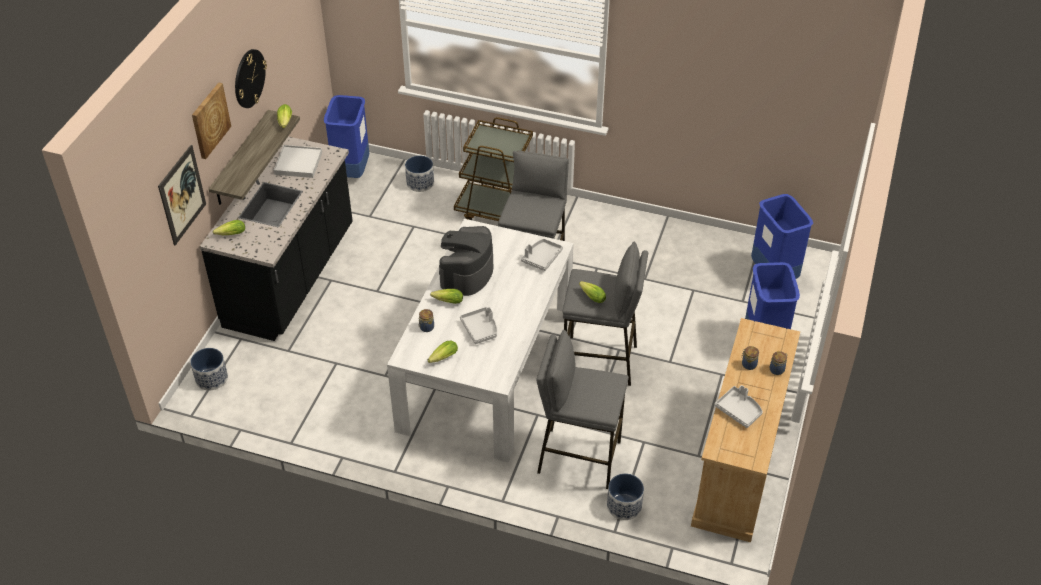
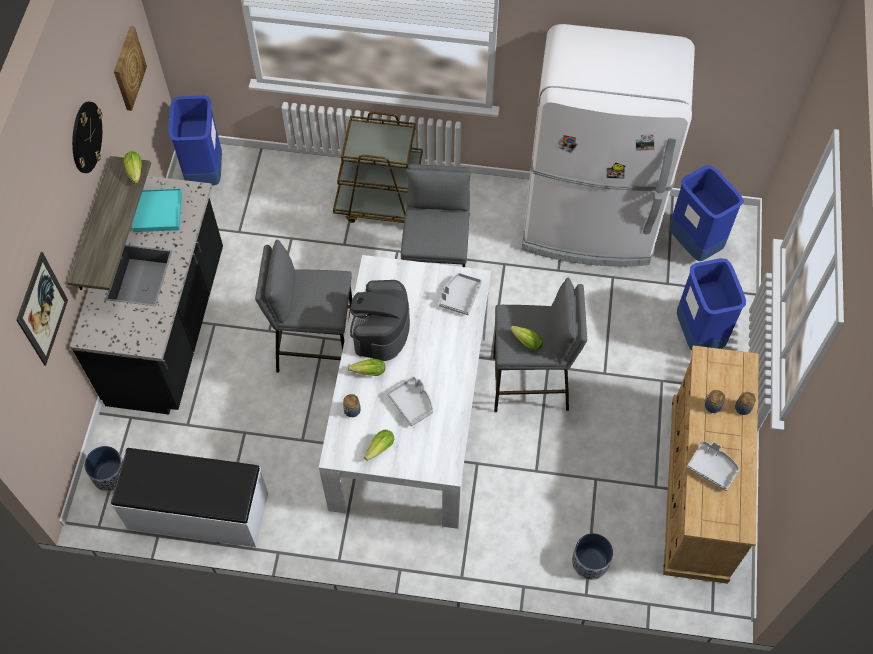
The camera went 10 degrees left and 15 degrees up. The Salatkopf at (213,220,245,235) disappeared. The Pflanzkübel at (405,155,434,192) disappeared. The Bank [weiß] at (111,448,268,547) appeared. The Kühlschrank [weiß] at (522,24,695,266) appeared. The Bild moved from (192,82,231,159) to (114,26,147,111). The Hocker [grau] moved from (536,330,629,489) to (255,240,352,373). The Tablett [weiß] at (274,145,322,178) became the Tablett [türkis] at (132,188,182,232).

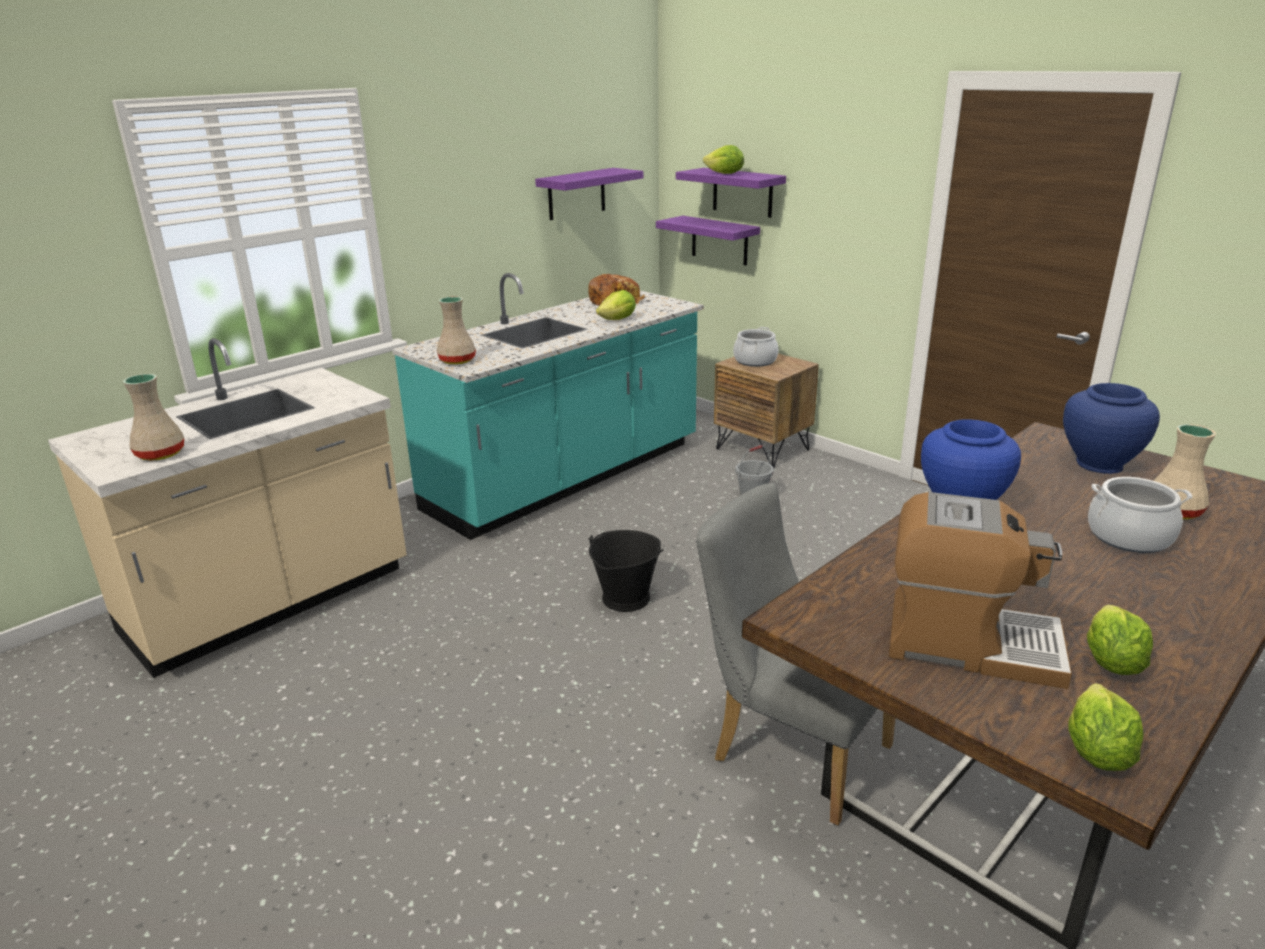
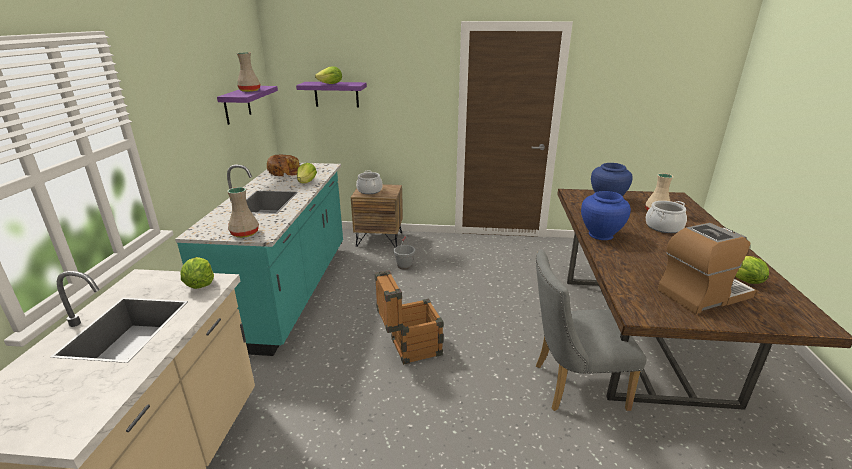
The camera went 40 degrees left and 0 degrees up. The Wandregal [lila] at (656,216,760,265) disappeared. The Vase [beige] moved from (123,374,184,461) to (237,52,260,92). The Salatkopf moved from (1068,683,1144,771) to (181,257,214,289). The Eimer [schwarz] at (589,530,663,612) was replaced by the Kiste at (375,270,444,365).

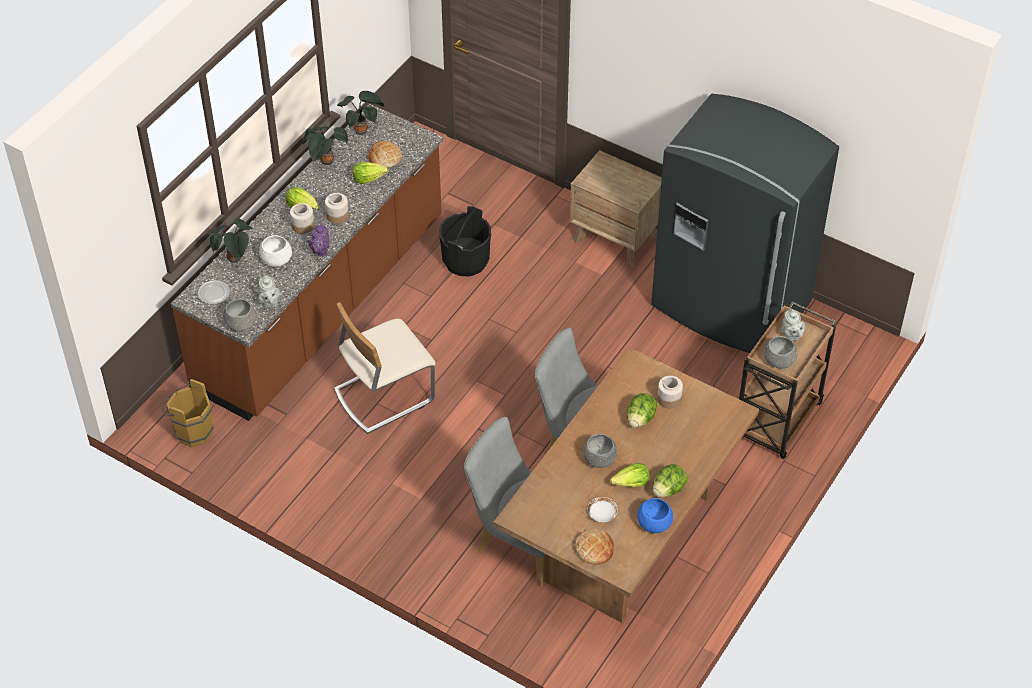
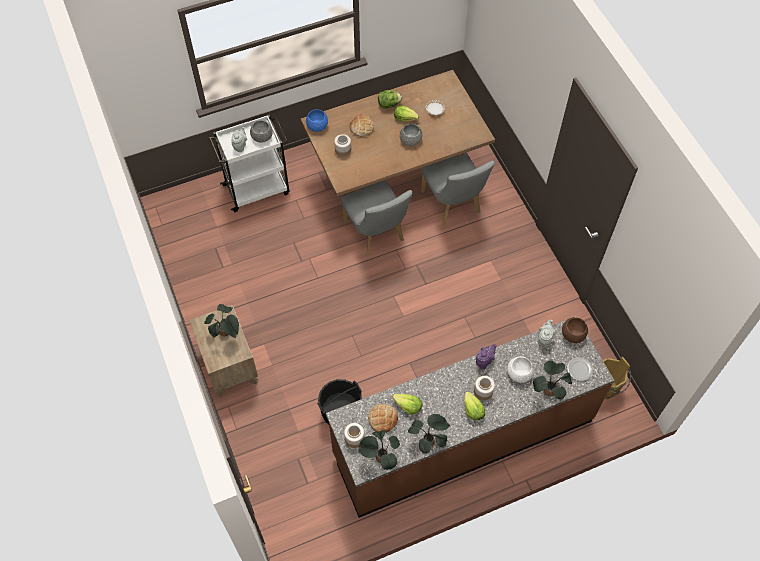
The camera went 145 degrees left and 10 degrees up. The Stuhl [beige] at (334,302,436,434) disappeared. The Salatkopf at (627,393,658,428) disappeared. The Kühlschrank [grau] at (651,94,839,353) disappeared. The Topfpflanze at (204,304,239,338) appeared. The Vorratsglas moved from (325,193,349,224) to (344,423,364,448). The Brot moved from (575,529,614,565) to (350,115,374,136). The Schüssel [blau] moved from (637,498,673,533) to (306,109,328,132). The Schüssel [grau] at (223,299,257,331) became the Schüssel [braun] at (562,317,588,343). The Rollwagen [braun] at (739,302,836,459) became the Rollwagen [weiß] at (209,115,290,212).

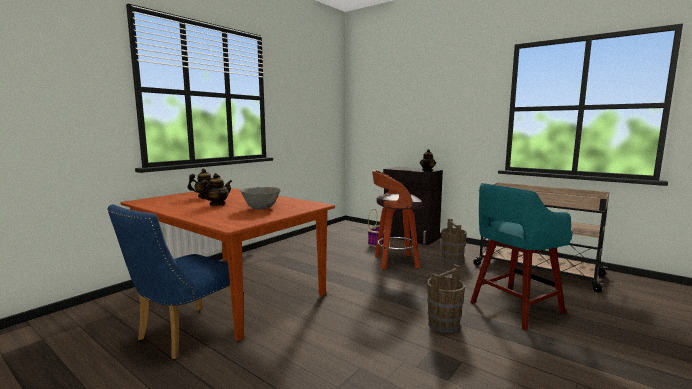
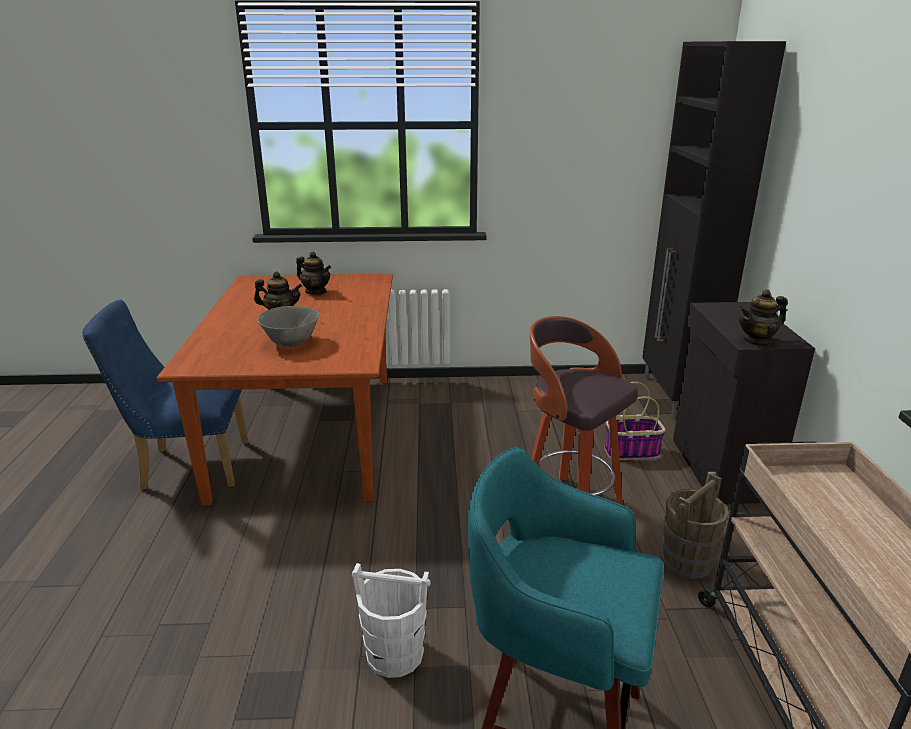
The camera went 50 degrees right and 15 degrees up. The Schrank [schwarz] at (642,41,786,420) appeared. The Eimer [braun] at (427,264,465,333) became the Eimer [weiß] at (352,563,431,678).

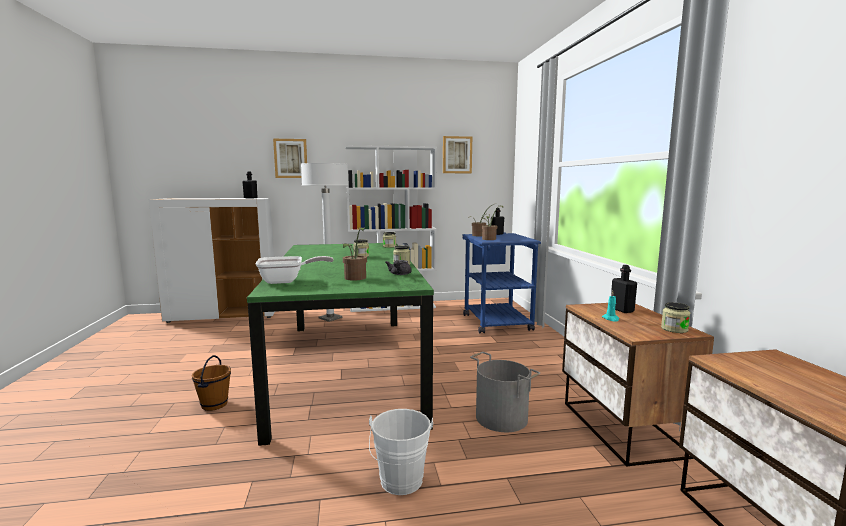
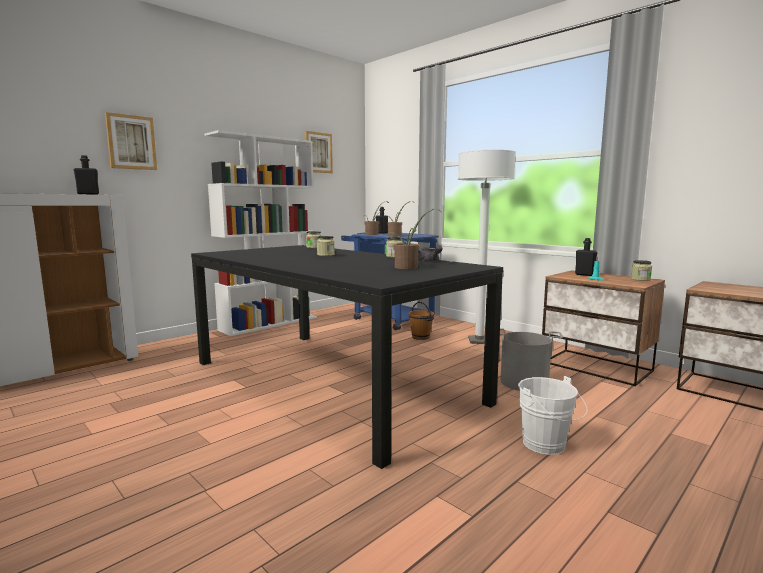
The camera went 35 degrees left and 0 degrees up. The Pfanne at (255,256,334,284) disappeared. The Eimer [braun] moved from (192,355,231,411) to (409,302,434,340). The Stehlampe [weiß] moved from (301,163,348,322) to (458,150,516,344). The Esstisch [grün] at (247,243,434,446) became the Esstisch [schwarz] at (191,245,503,469).

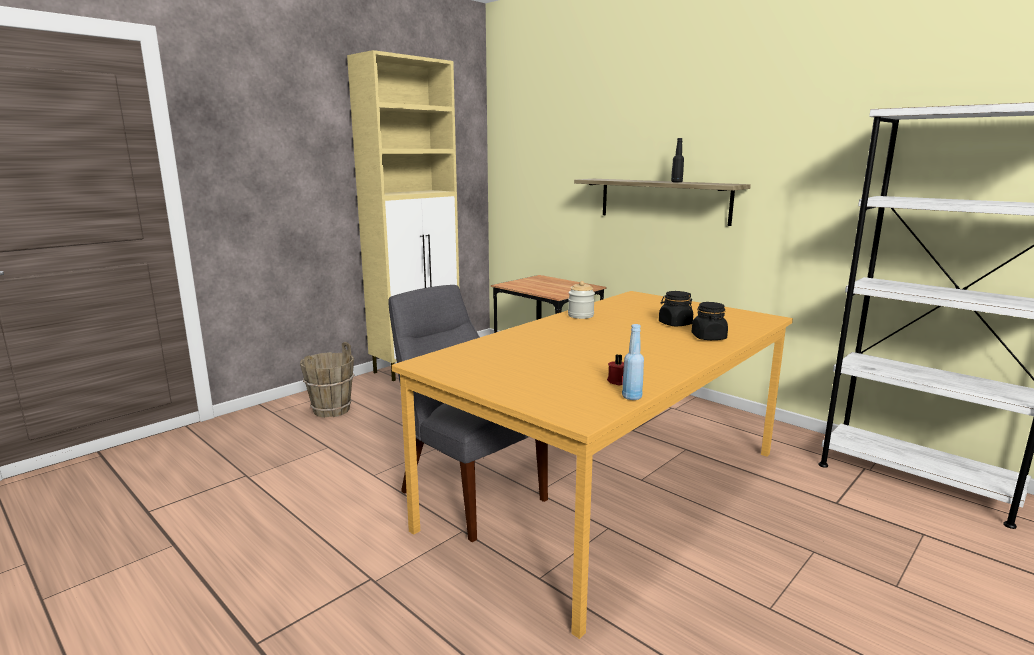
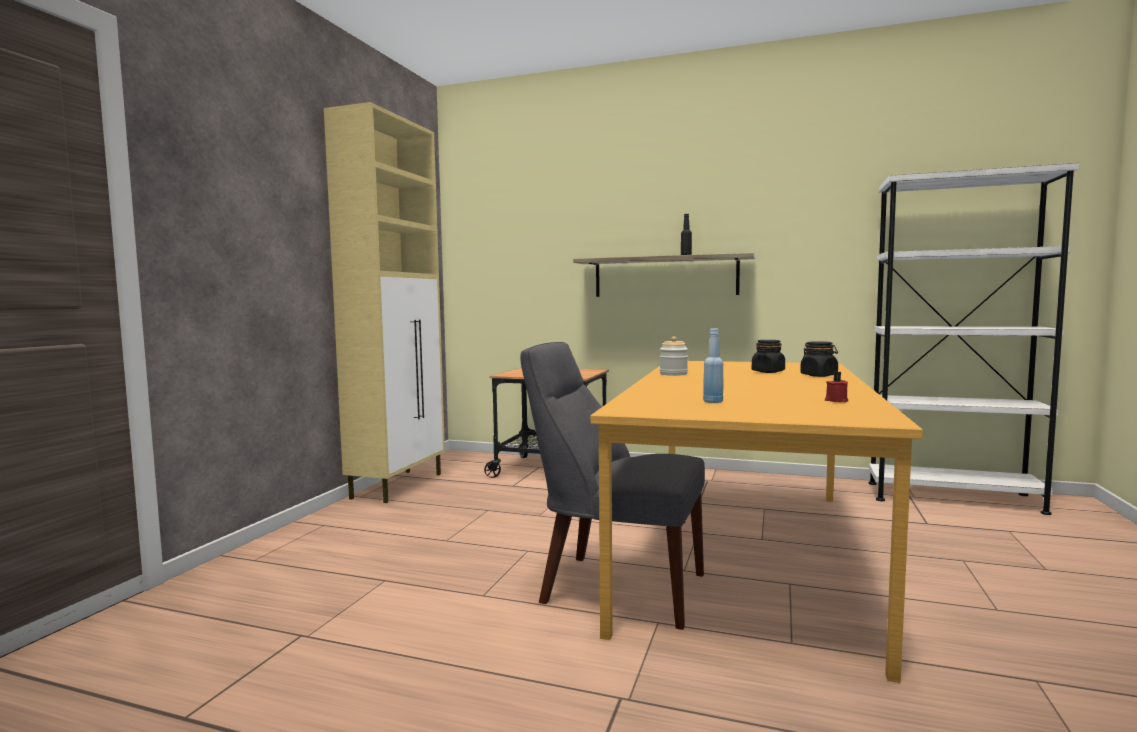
The camera went 25 degrees left and 10 degrees down. The Eimer [braun] at (300,342,354,418) disappeared. The Flasche [blau] moved from (622,324,644,400) to (703,329,723,403).

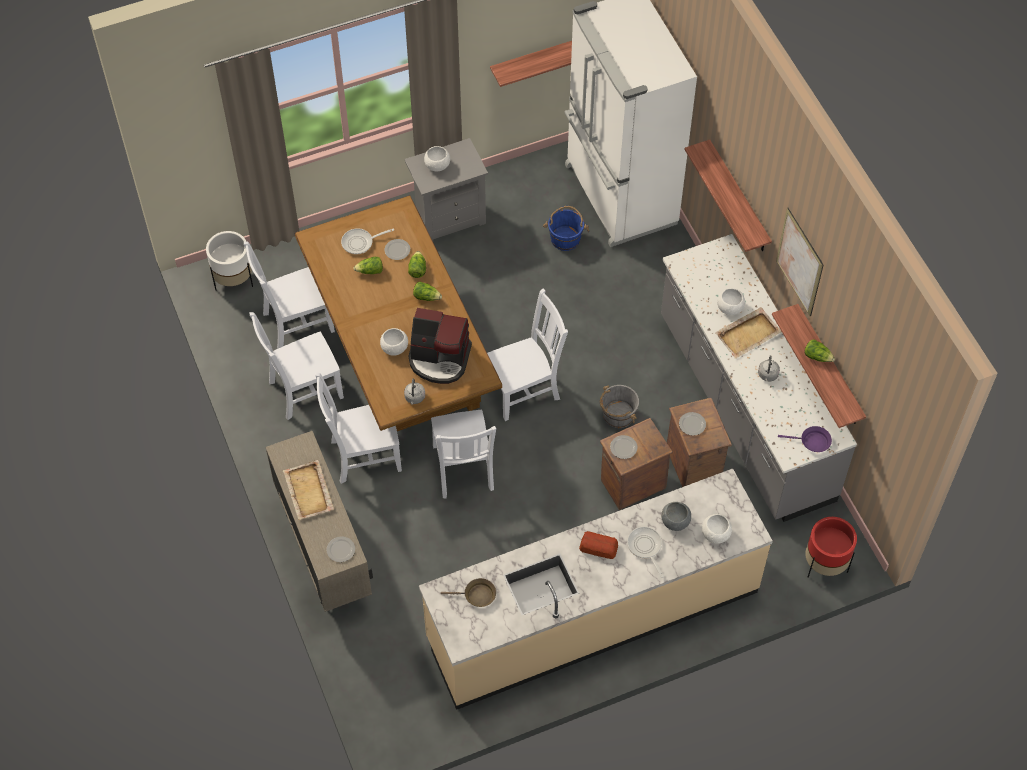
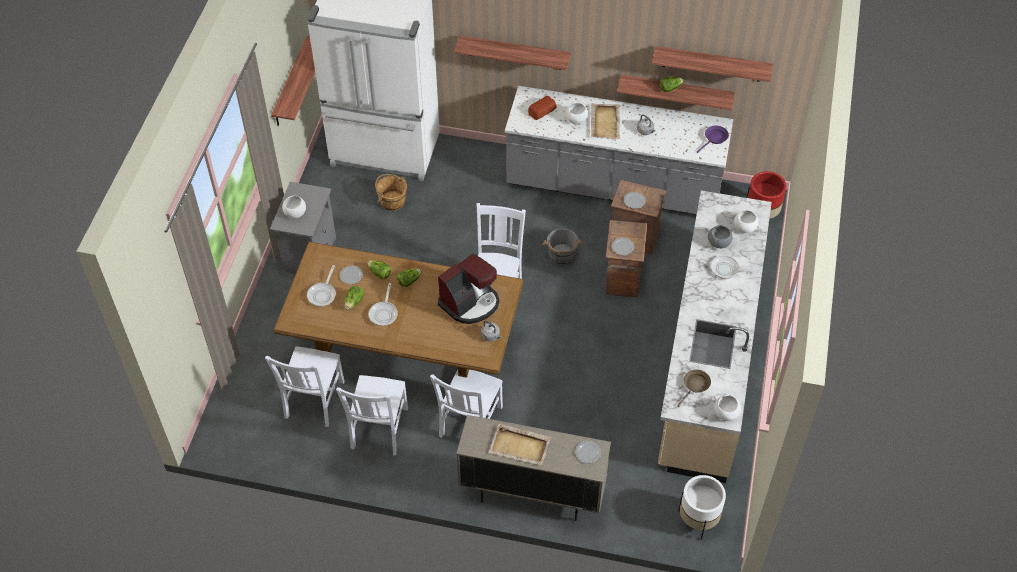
The camera went 55 degrees left and 5 degrees down. The Stuhl [weiß] at (431,410,496,498) disappeared. The Bild at (776,208,824,316) disappeared. The Pfanne at (369,283,398,326) appeared. The Wandregal at (652,46,773,82) appeared. The Pflanzkübel [weiß] moved from (206,231,253,291) to (679,475,726,540). The Schüssel [weiß] moved from (380,328,408,356) to (714,395,741,421). The Brot moved from (579,531,618,559) to (528,96,557,120). The Eimer [blau] at (543,206,590,251) became the Eimer [braun] at (375,174,407,211).

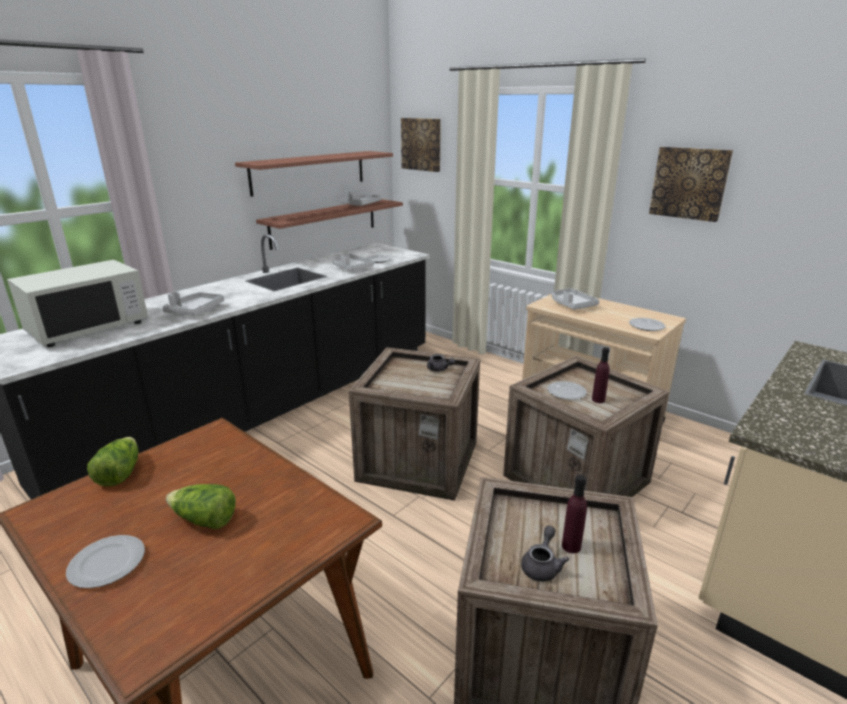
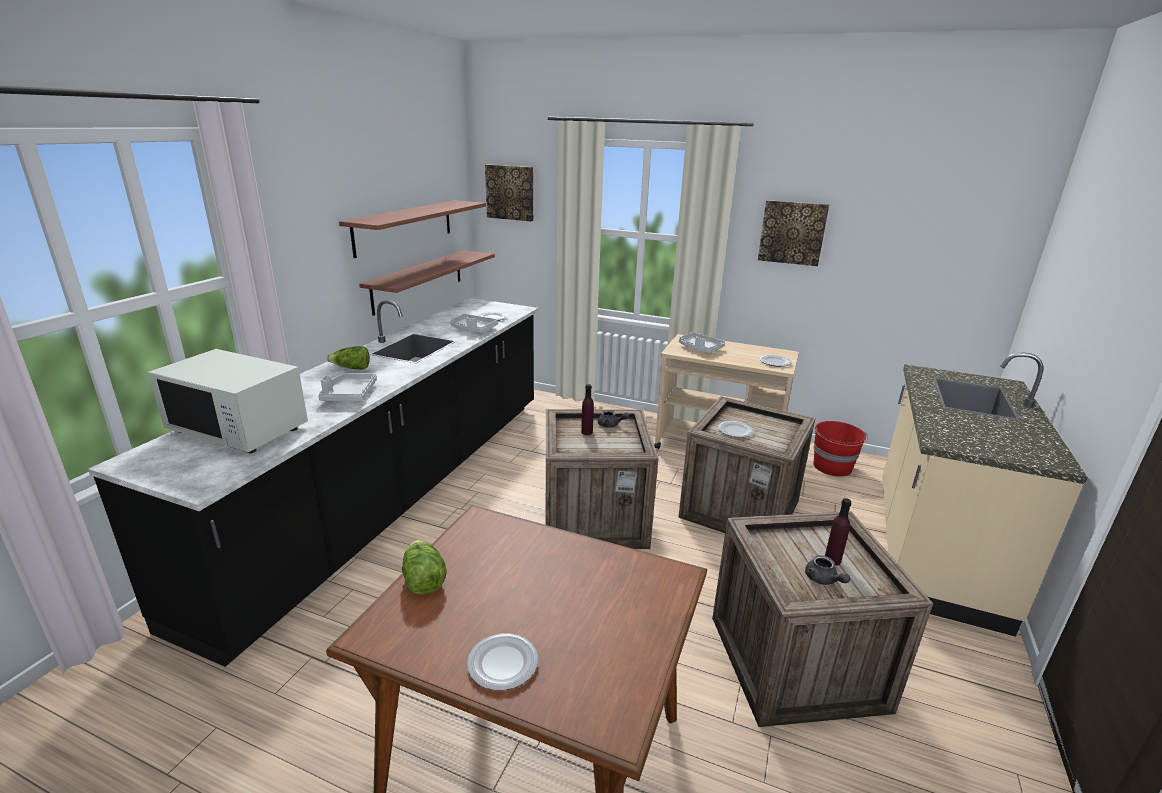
The camera went 20 degrees left and 0 degrees up. The Tablett [grau] at (341,190,381,206) disappeared. The Eimer [rot] at (813,421,868,477) appeared. The Salatkopf moved from (166,484,236,529) to (327,346,370,369). The Flasche [lila] moved from (592,347,610,403) to (581,384,594,435). The Mikrowelle [weiß] at (7,260,148,347) turned 90 degrees clockwise. The Teekanne [grau] at (521,525,569,582) turned 150 degrees clockwise.

